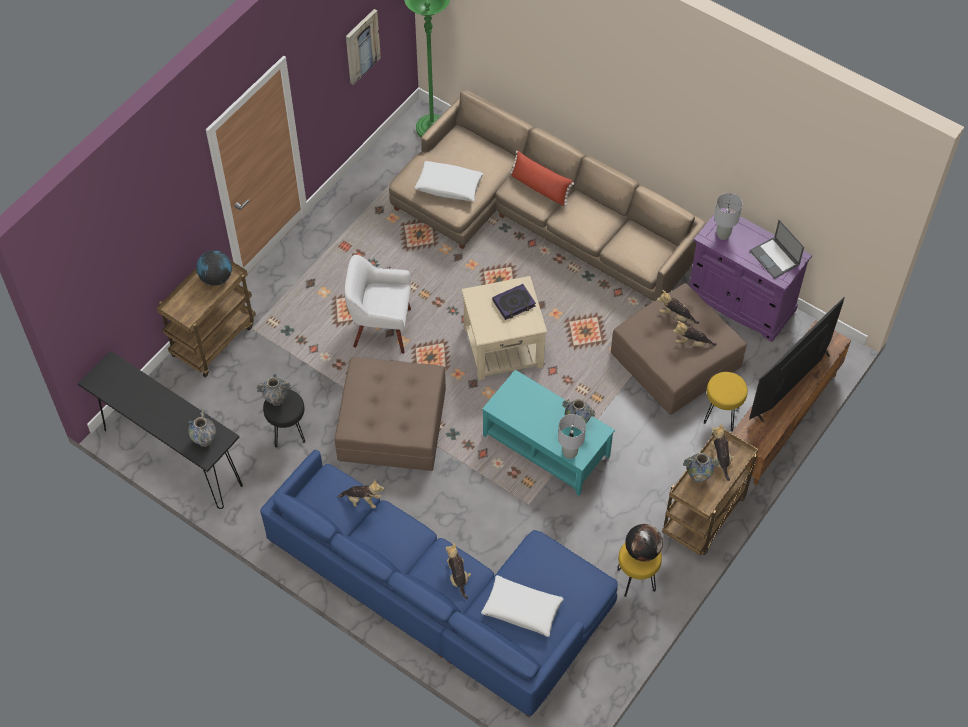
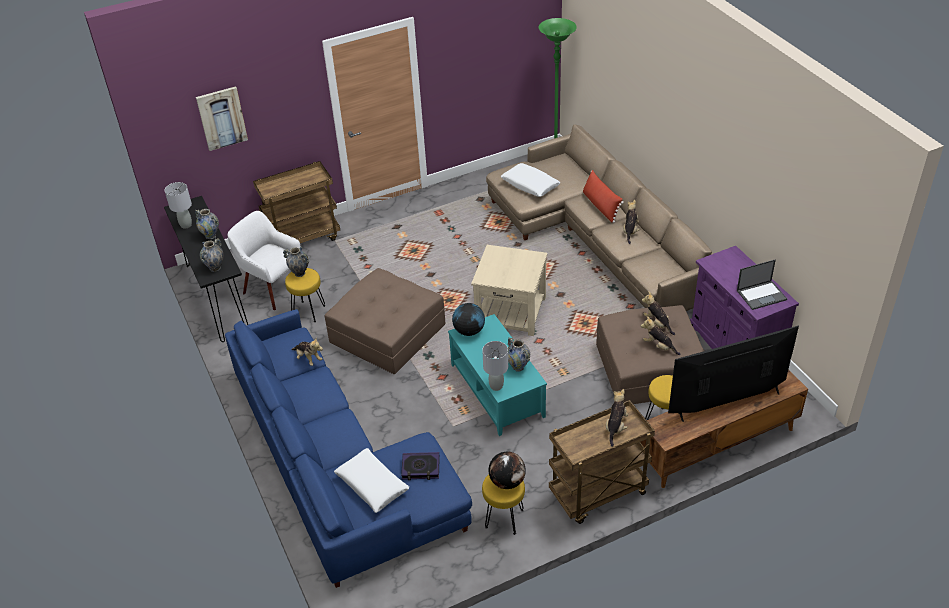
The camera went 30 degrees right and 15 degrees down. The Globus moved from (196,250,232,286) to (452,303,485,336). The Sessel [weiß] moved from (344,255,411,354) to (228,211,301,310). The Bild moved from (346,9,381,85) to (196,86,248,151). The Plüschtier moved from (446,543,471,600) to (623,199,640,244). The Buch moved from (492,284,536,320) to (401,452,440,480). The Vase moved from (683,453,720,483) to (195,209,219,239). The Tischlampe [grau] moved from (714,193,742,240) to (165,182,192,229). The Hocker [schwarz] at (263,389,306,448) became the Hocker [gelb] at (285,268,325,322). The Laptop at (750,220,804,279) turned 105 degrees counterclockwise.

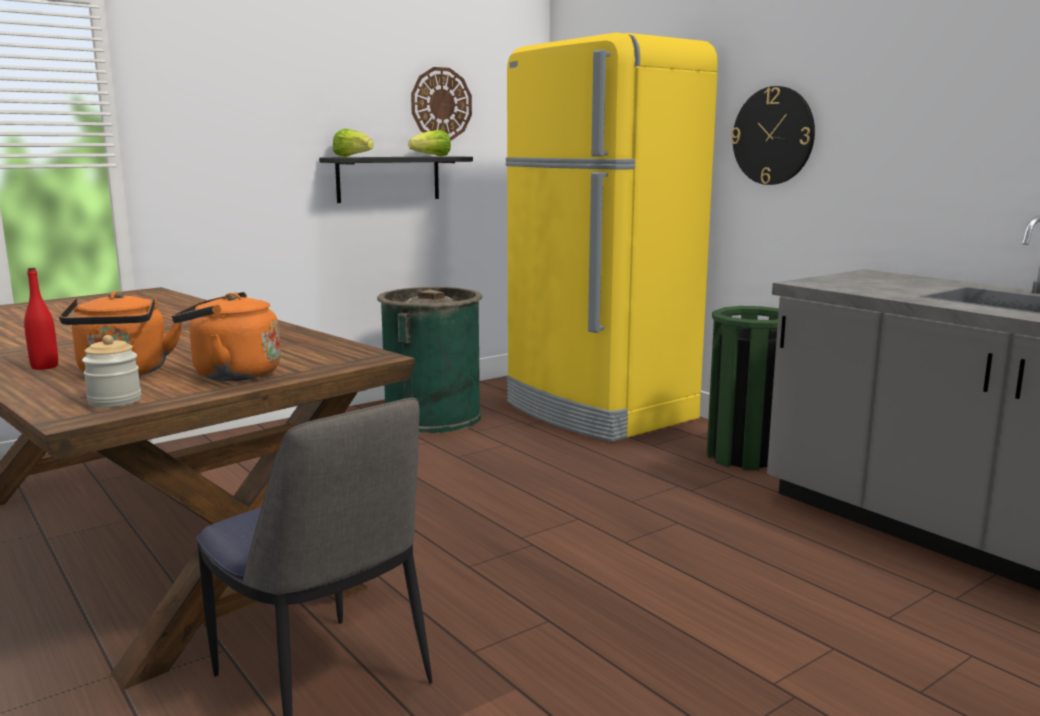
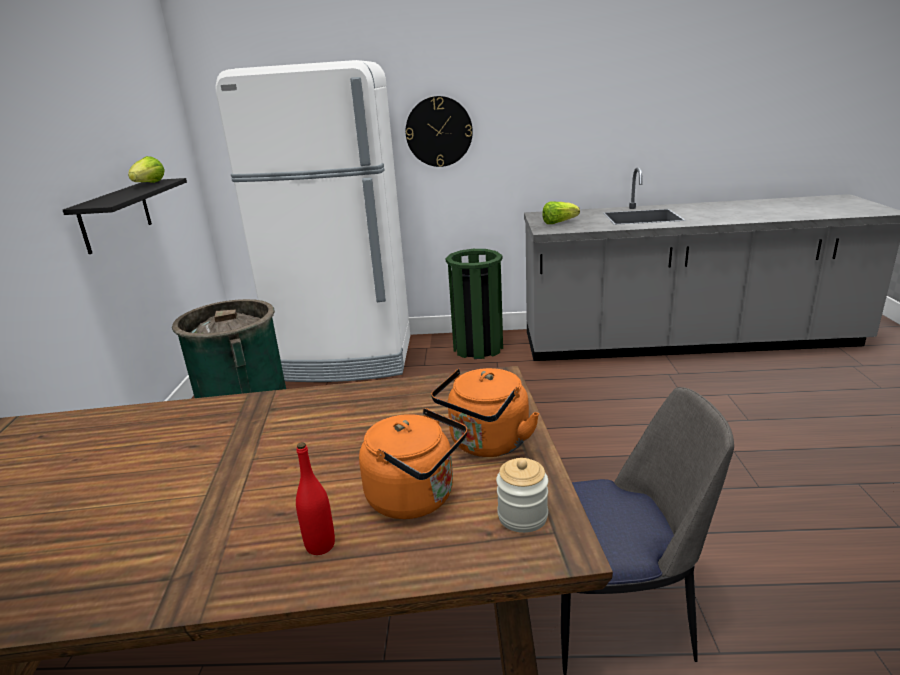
The camera went 50 degrees left and 10 degrees up. The Wanduhr at (411,67,472,141) disappeared. The Salatkopf moved from (333,129,374,157) to (542,201,580,224). The Kühlschrank [gelb] at (506,33,718,442) became the Kühlschrank [weiß] at (216,60,410,382).

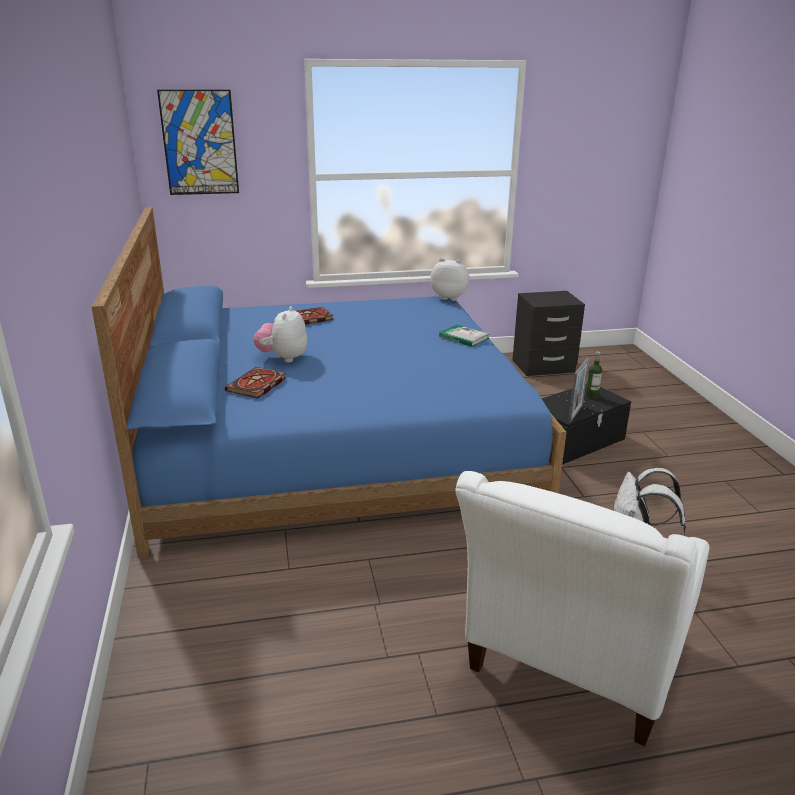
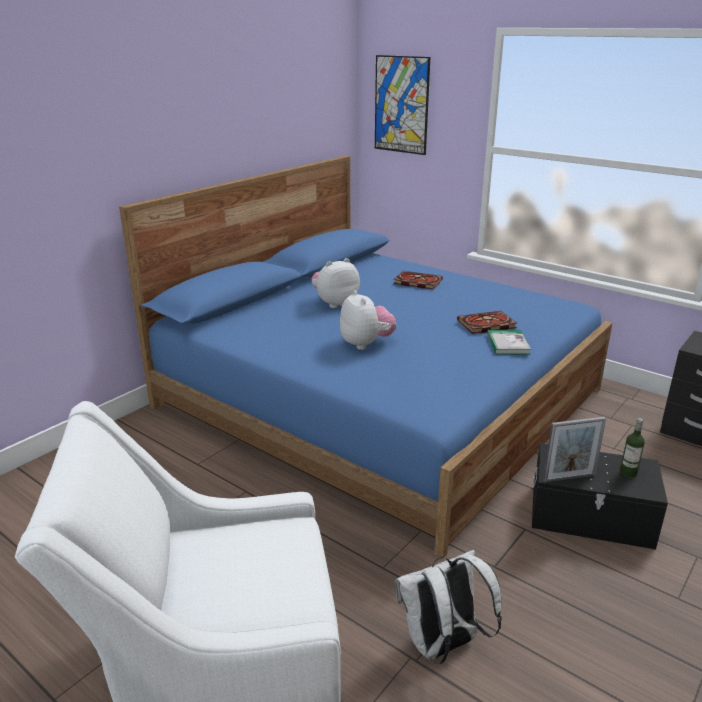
The camera went 50 degrees right and 0 degrees up. The Buch moved from (225,367,287,398) to (457,311,517,334). The Plüschtier moved from (431,258,470,301) to (340,290,396,350).

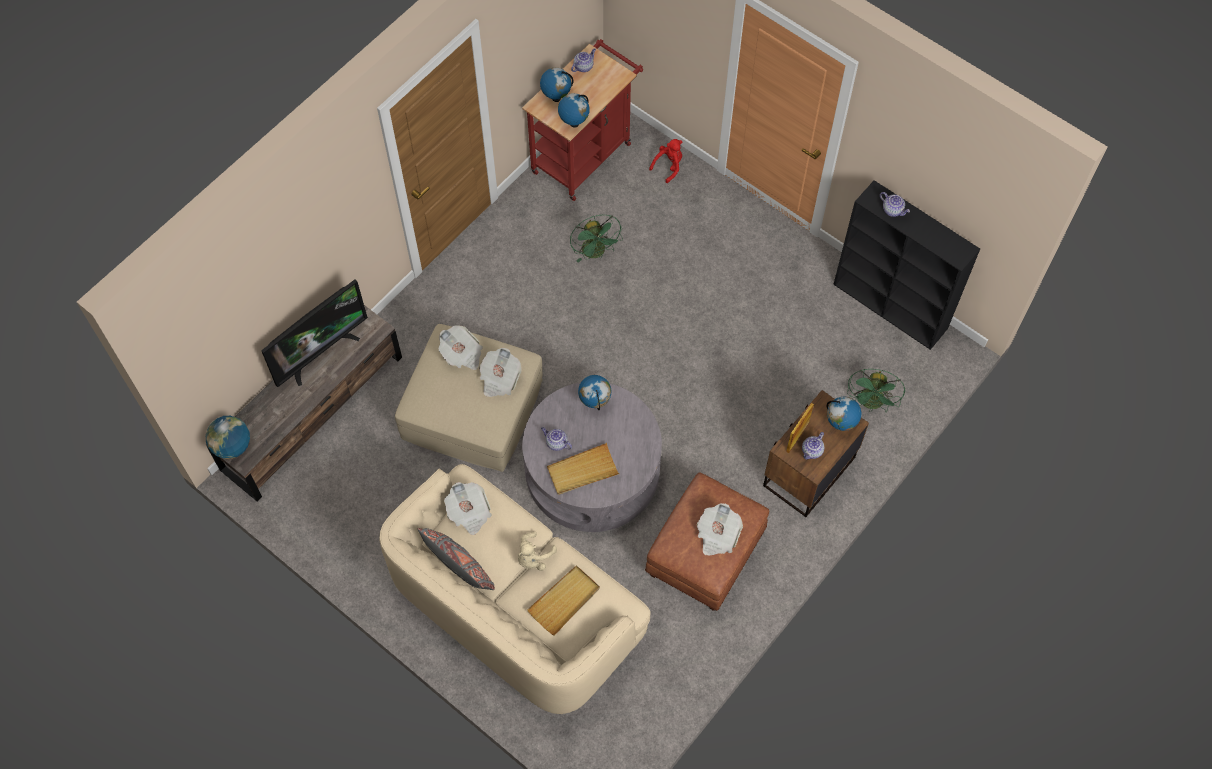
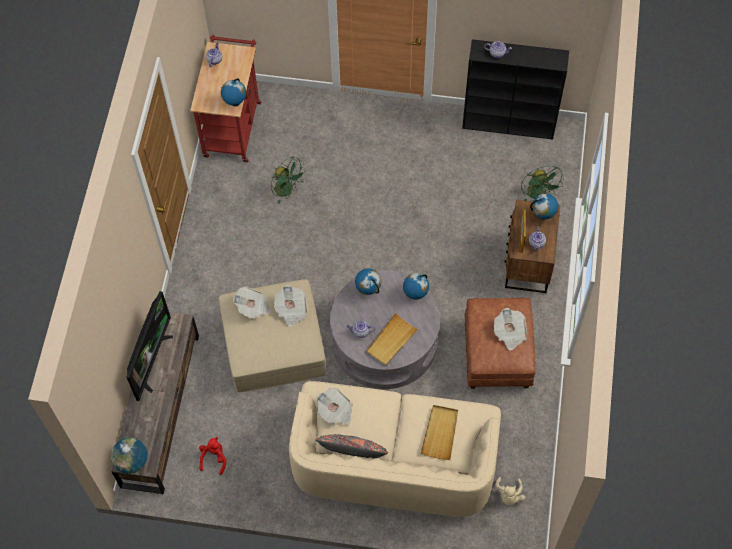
The camera went 30 degrees left and 0 degrees up. The Plüschtier [beige] moved from (518,531,557,571) to (495,477,525,505). The Globus moved from (540,68,574,102) to (403,273,429,299). The Plüschtier [rot] moved from (649,139,682,183) to (199,437,226,475).

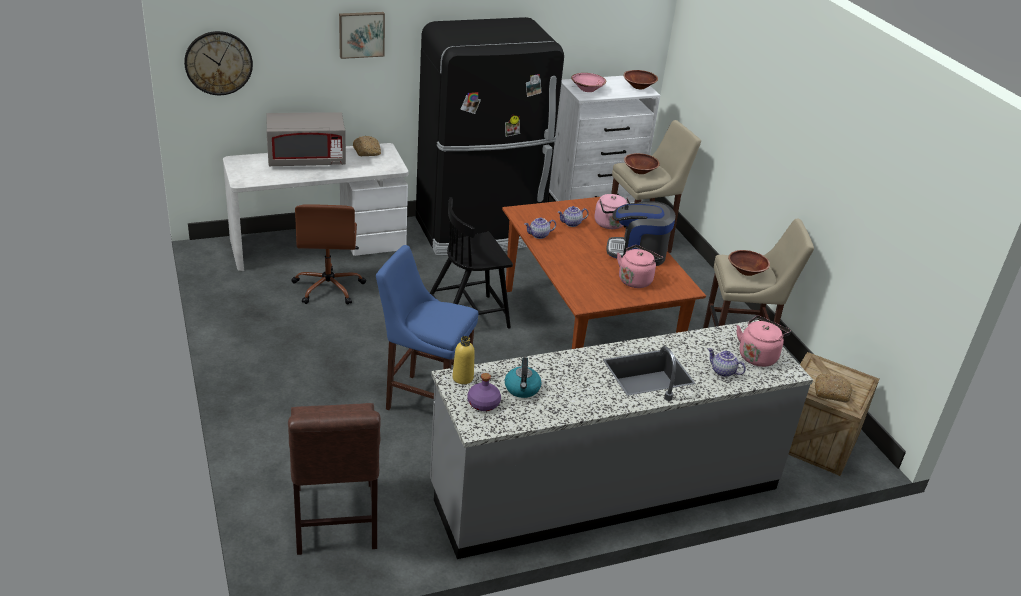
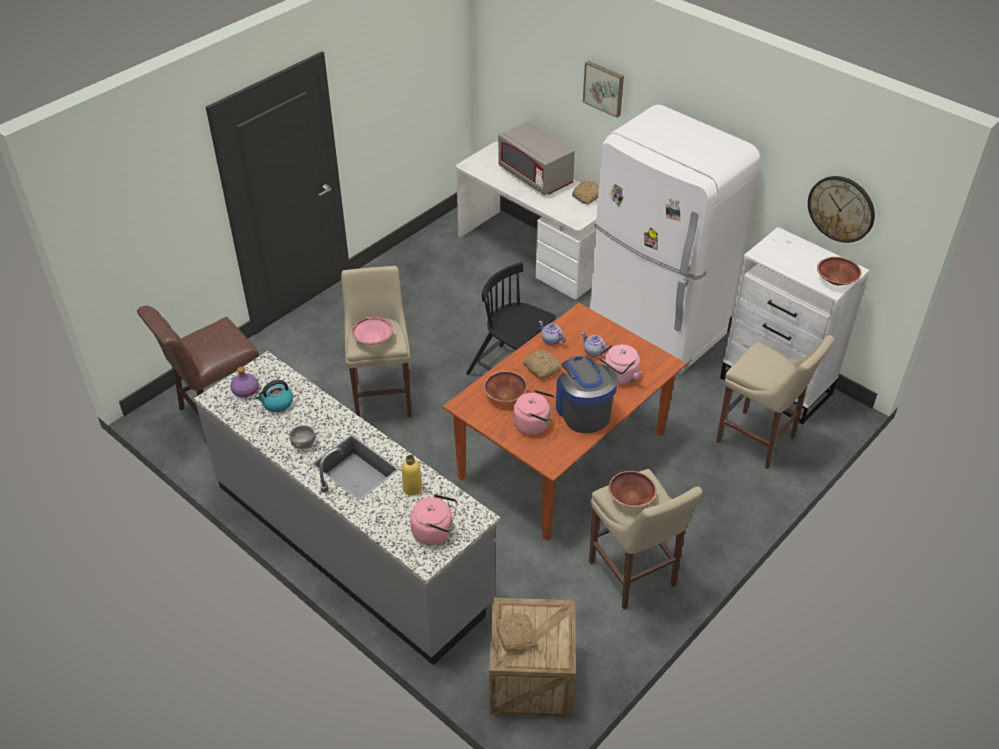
The camera went 65 degrees right and 10 degrees up. The Bürostuhl [braun] at (291,204,366,305) disappeared. The Teekanne at (708,348,746,377) disappeared. The Schüssel [grau] at (289,425,317,449) appeared. The Brot at (523,350,562,379) appeared. The Wanduhr moved from (184,31,253,95) to (808,176,875,243). The Flasche [gelb] moved from (452,336,475,384) to (402,455,422,496). The Schüssel [rosa] moved from (571,73,606,92) to (352,317,393,345). The Schüssel [braun] moved from (624,153,660,174) to (484,371,528,402). The Hocker [blau] at (376,245,479,410) became the Hocker [beige] at (341,266,412,418). The Kühlschrank [schwarz] at (416,17,564,256) became the Kühlschrank [weiß] at (590,105,760,374).

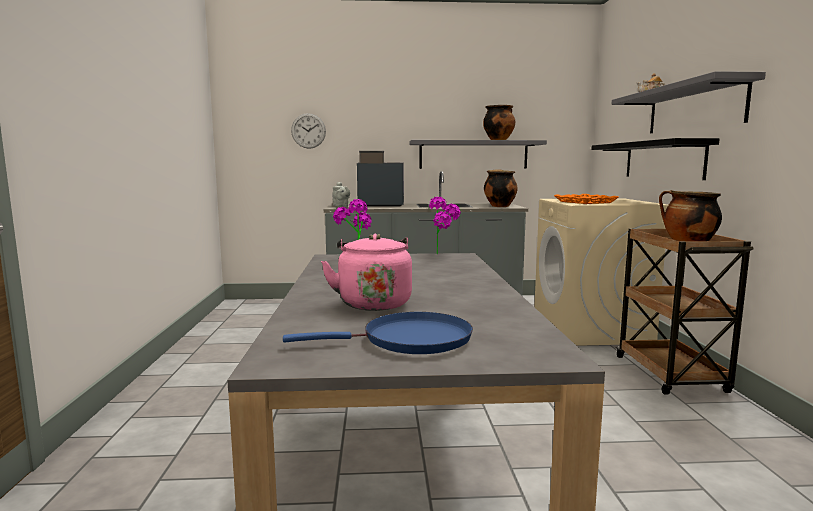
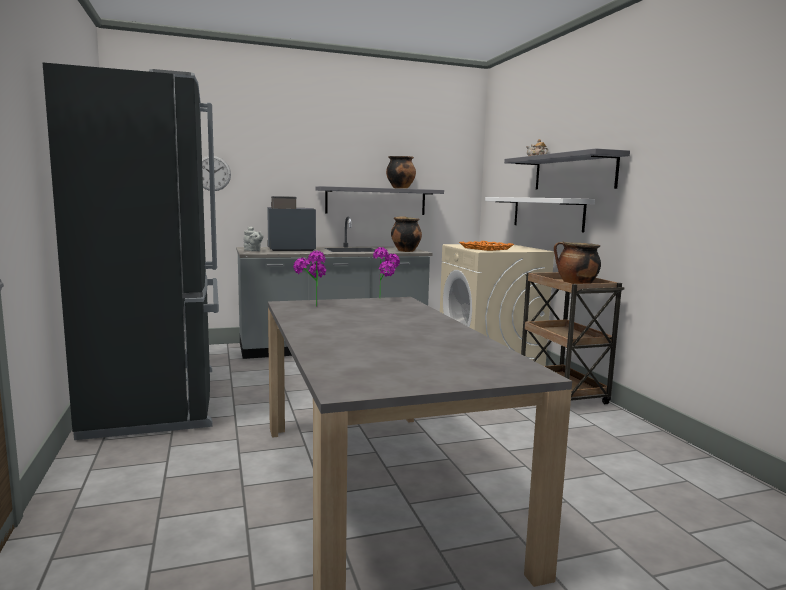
The camera went 15 degrees left and 0 degrees up. The Pfanne [blau] at (283,312,473,354) disappeared. The Wasserkessel [rosa] at (321,234,412,311) disappeared. The Kühlschrank [schwarz] at (42,62,219,440) appeared. The Wandregal [schwarz] at (591,138,720,180) became the Wandregal [weiß] at (485,197,595,232).

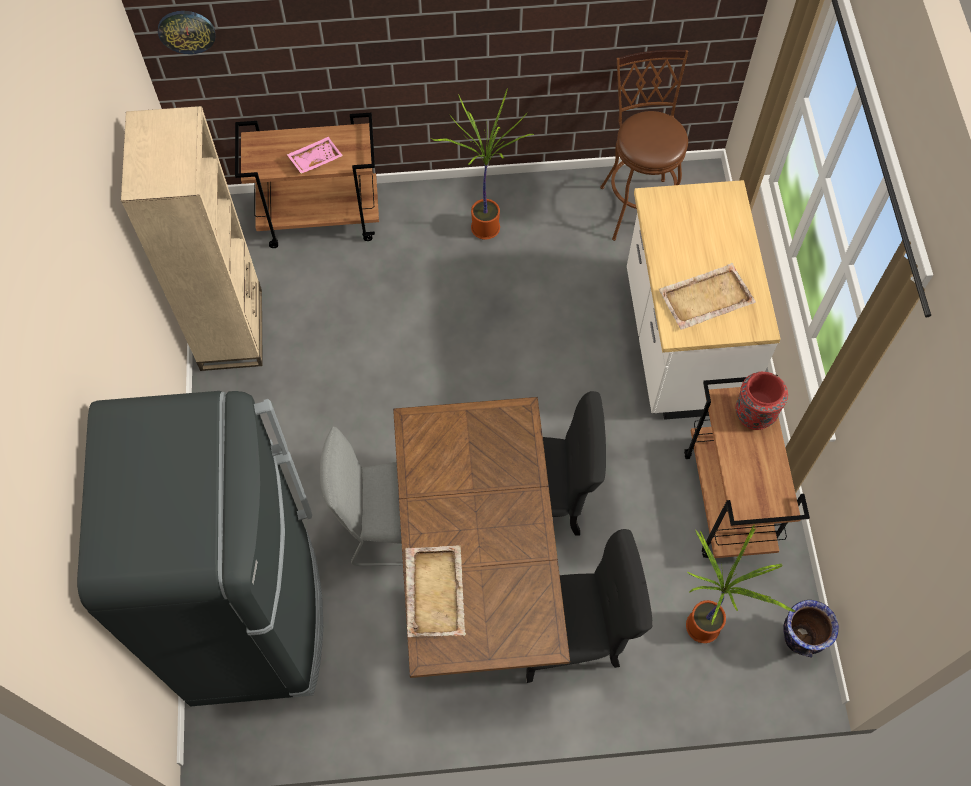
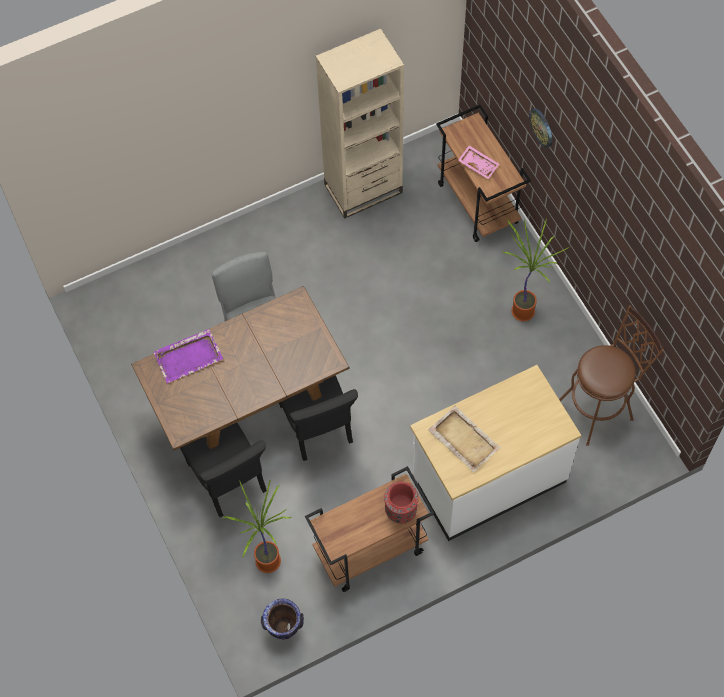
The camera went 70 degrees right and 0 degrees up. The Kühlschrank [schwarz] at (77,391,323,706) disappeared. The Wanduhr moved from (158,11,216,54) to (529,108,553,148). The Tablett [beige] at (405,545,466,637) became the Tablett [lila] at (153,329,223,384).

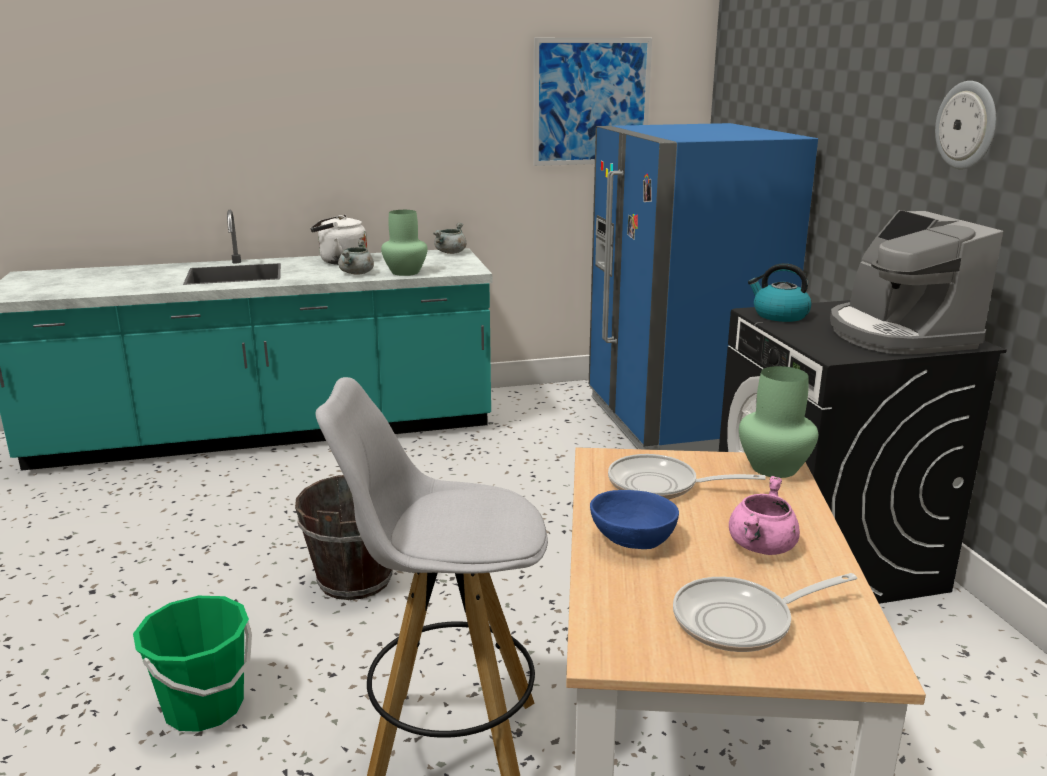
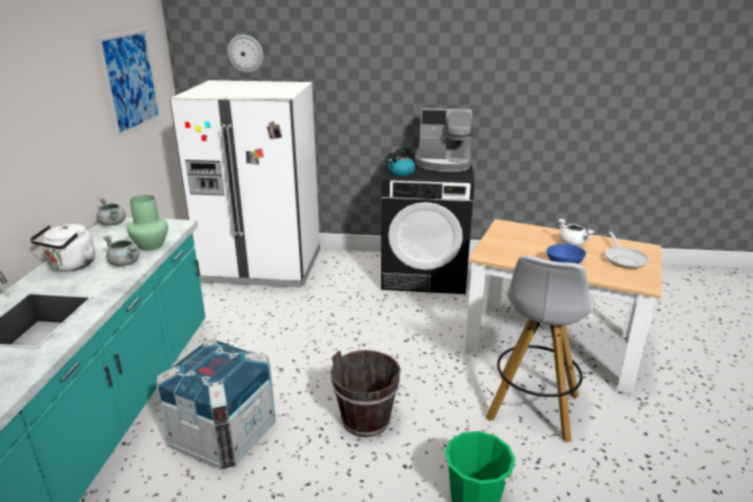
The camera went 70 degrees left and 5 degrees up. The Pfanne at (608,454,766,499) disappeared. The Vase [grün] at (739,366,818,478) disappeared. The Kiste at (156,339,276,470) appeared. The Wanduhr moved from (935,81,996,169) to (227,34,263,73). The Kühlschrank [blau] at (589,123,818,452) became the Kühlschrank [weiß] at (170,80,320,288). The Kochtopf [rosa] at (729,476,800,555) became the Kochtopf [weiß] at (558,219,595,246).

